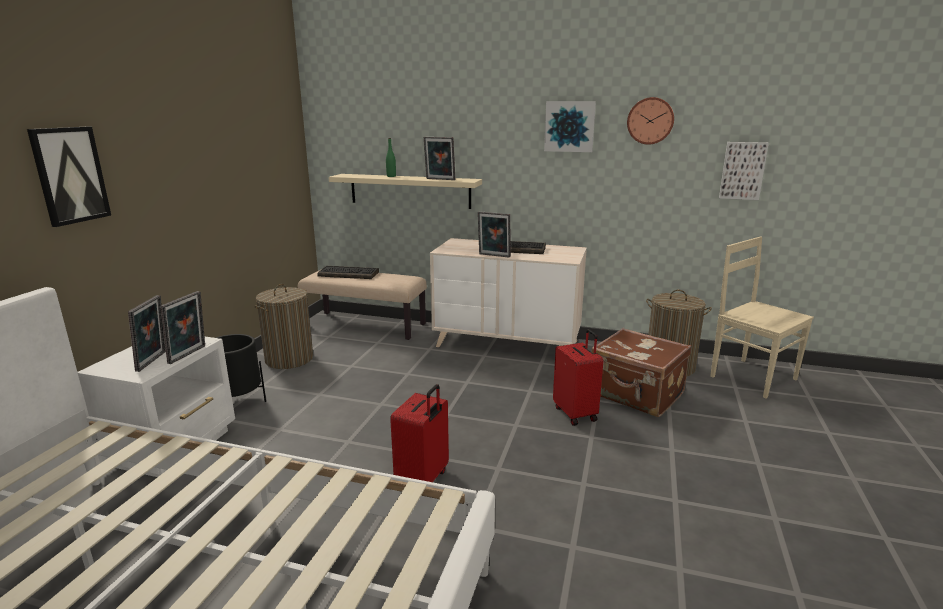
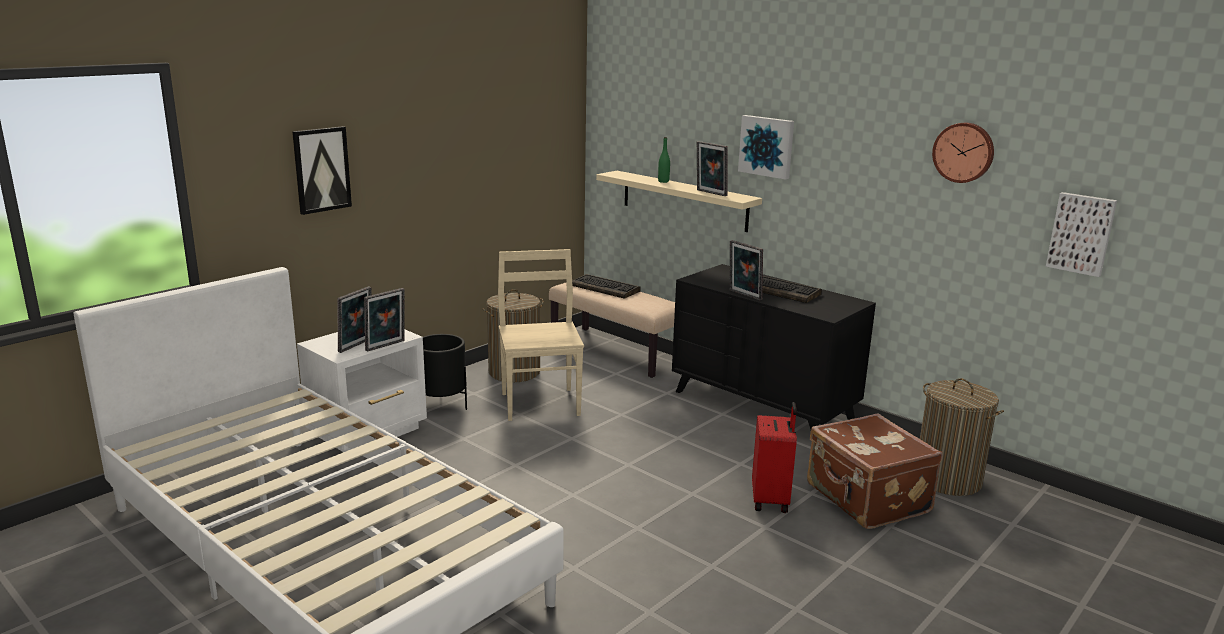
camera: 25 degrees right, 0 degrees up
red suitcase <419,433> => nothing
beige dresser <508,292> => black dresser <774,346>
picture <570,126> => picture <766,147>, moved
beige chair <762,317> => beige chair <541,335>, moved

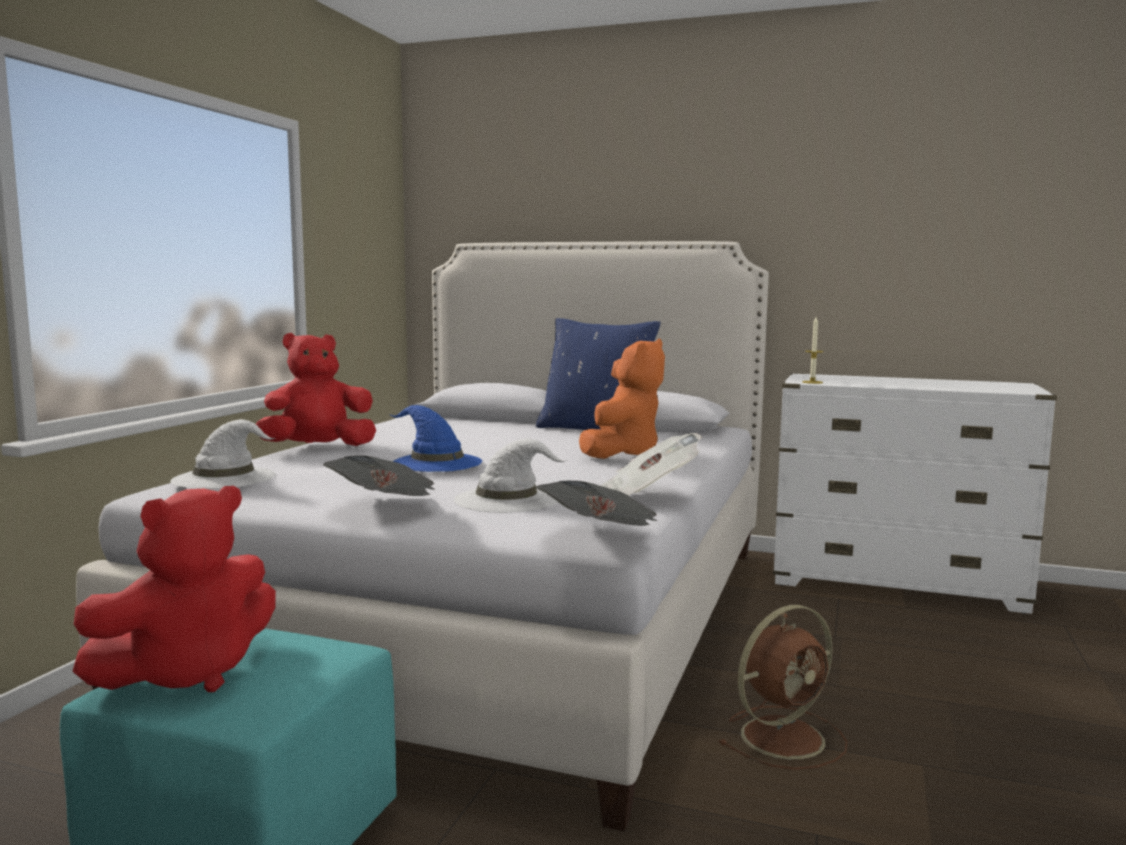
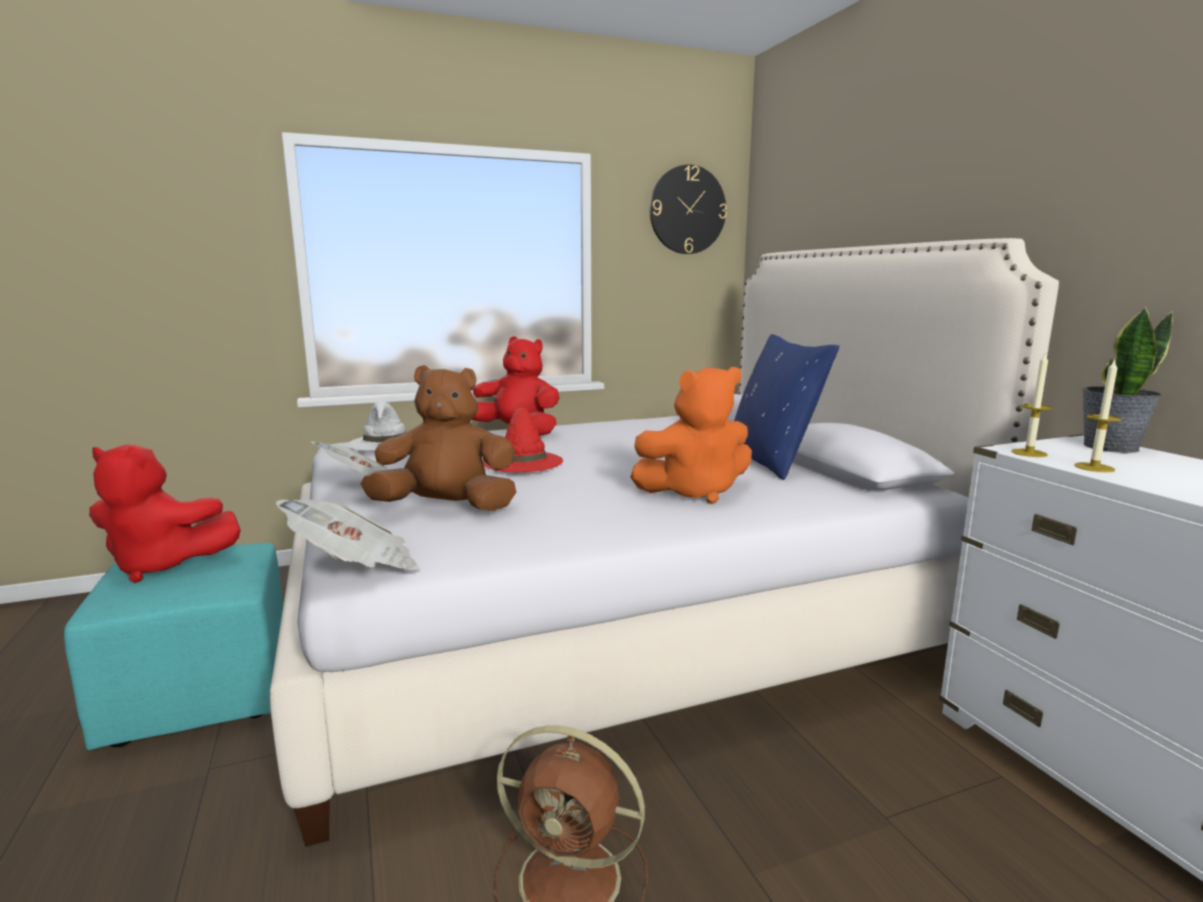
camera: 50 degrees right, 5 degrees up
blue hat <436,438> => red hat <523,440>
white hat <510,475> => brown plush toy <438,438>
newspaper <651,464> => nothing
nothing => wall clock <688,209>
nothing => candle <1098,415>
nothing => potted plant <1127,380>

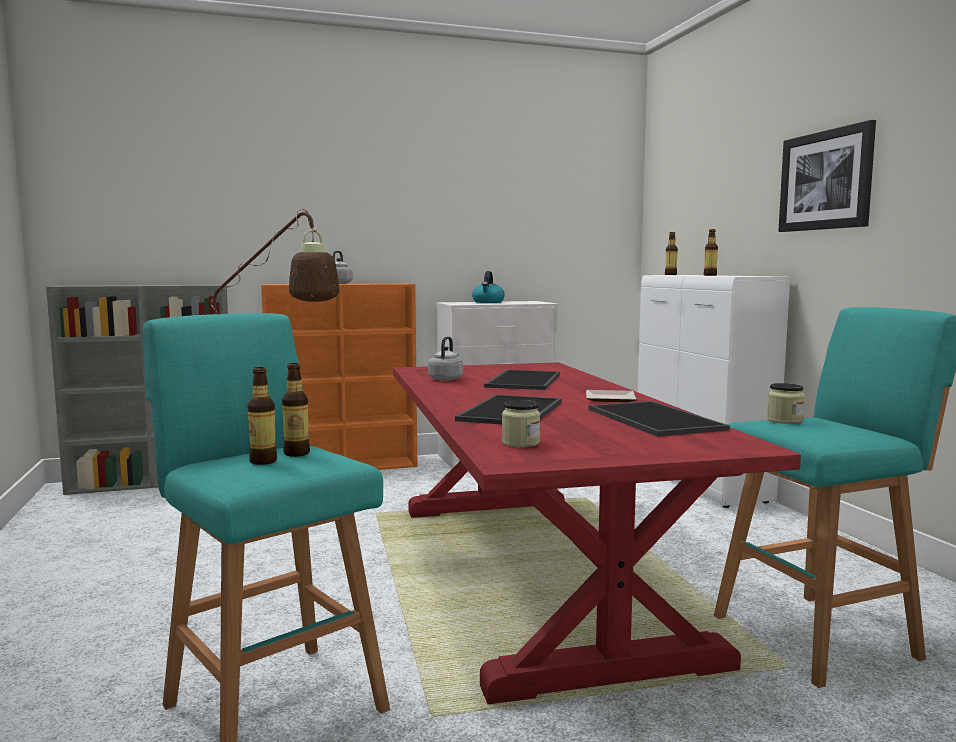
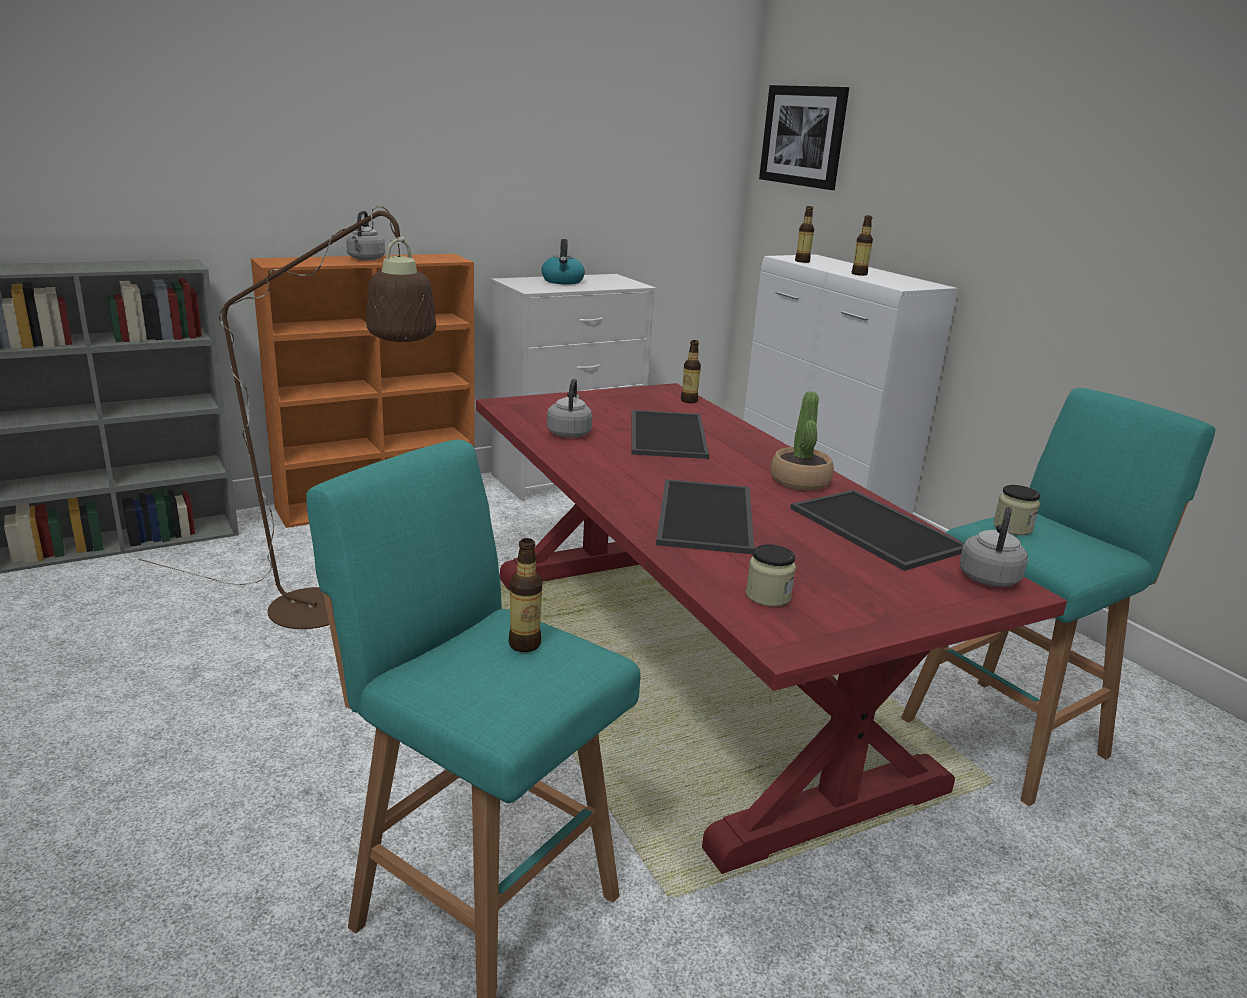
camera: 15 degrees left, 15 degrees up
bottle <262,416> => bottle <691,371>, moved
plate <611,396> => potted plant <802,441>
picture <827,176> => picture <804,137>, moved
nothing => grey kettle <994,547>

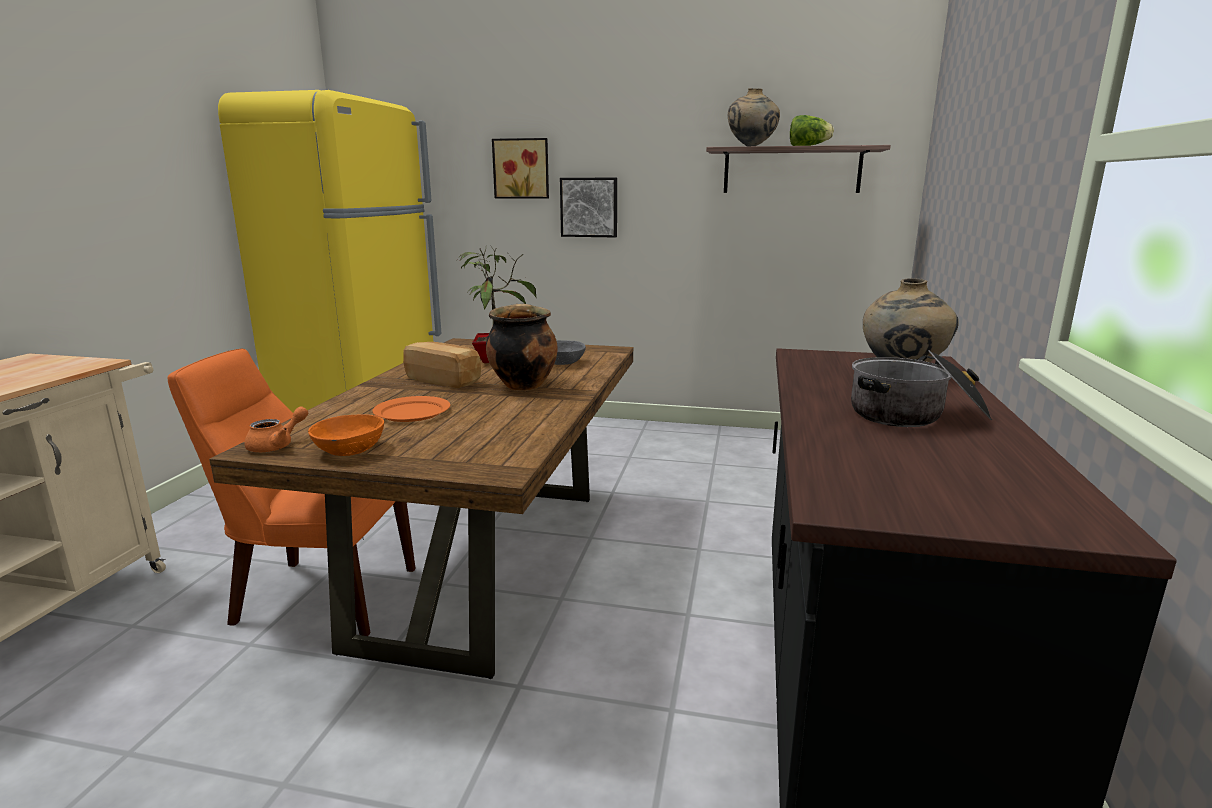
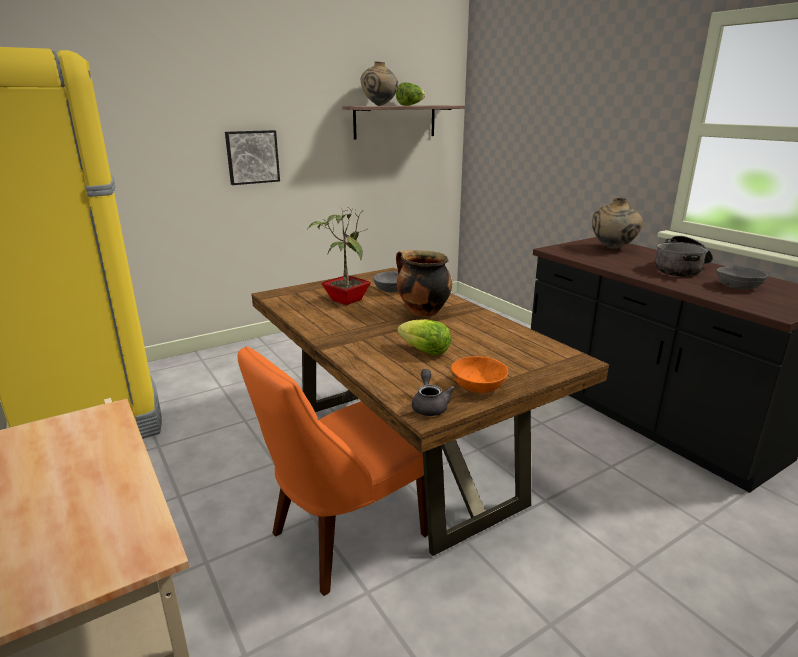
camera: 45 degrees left, 5 degrees up
orange teapot <276,429> => grey teapot <433,392>
orange plate <411,409> => lettuce <424,337>
bread <442,365> => nothing
picture <520,168> => nothing
nothing => grey bowl <742,277>

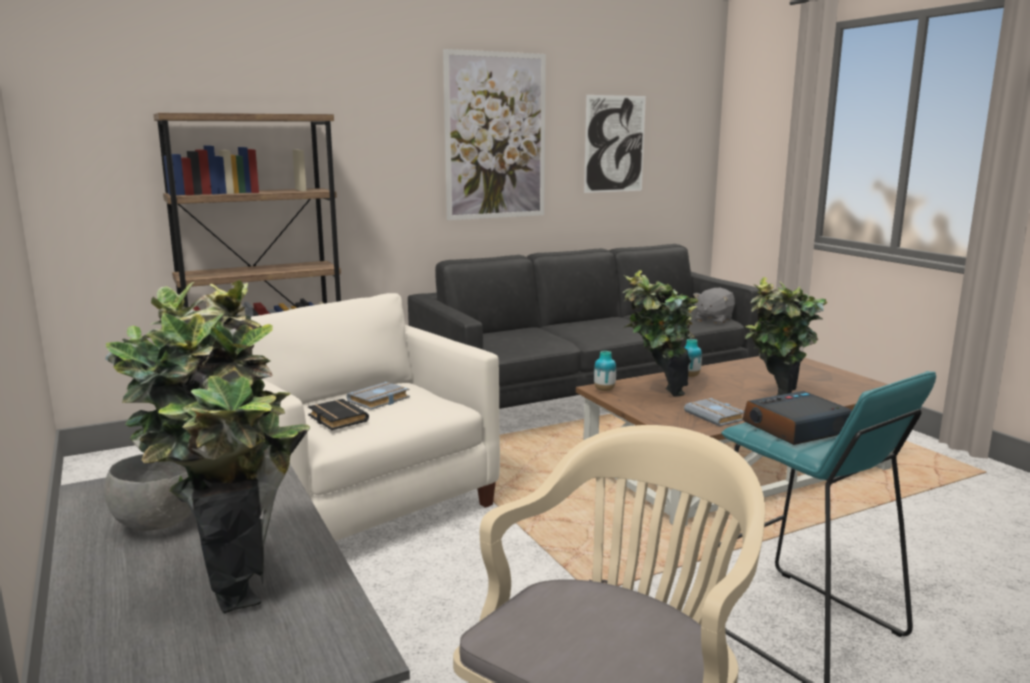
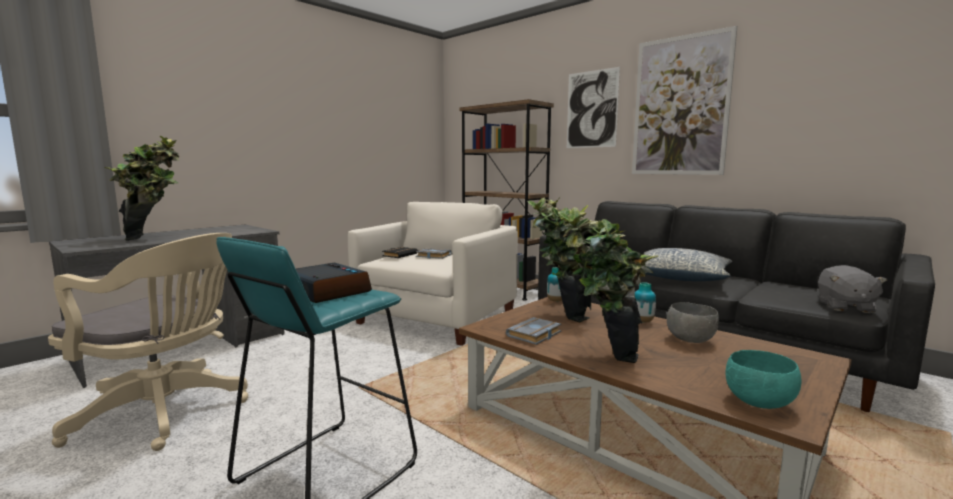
camera: 70 degrees right, 5 degrees down
grey bowl <148,492> => grey bowl <693,322>, moved
picture <615,144> => picture <593,107>, moved
grey plush toy <714,306> => grey plush toy <852,289>, 90 degrees counterclockwise
nothing => pillow <688,264>
nothing => turquoise bowl <764,379>

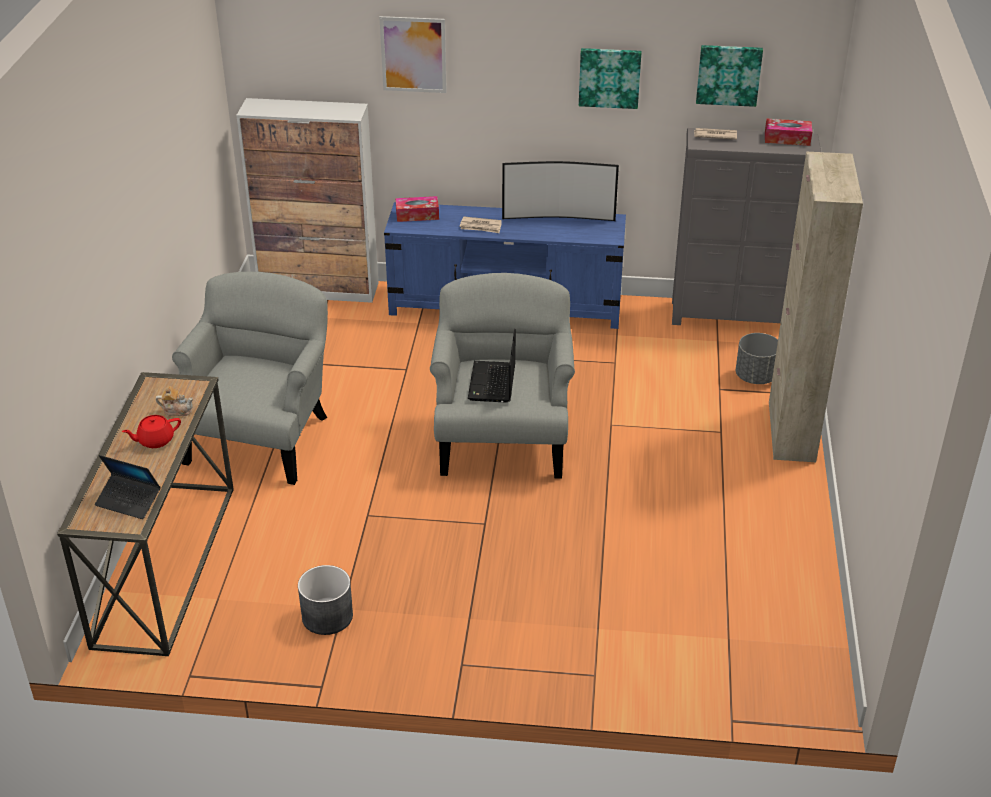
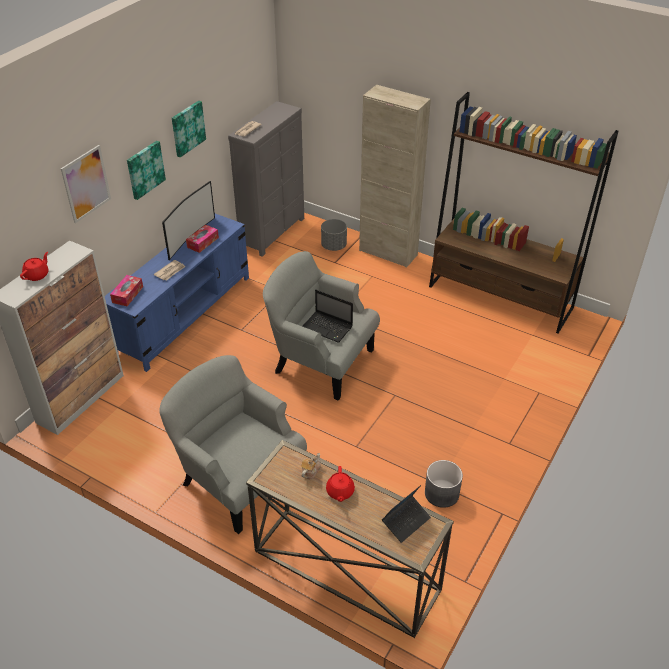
camera: 65 degrees left, 5 degrees up
picture <729,76> => picture <146,170>, moved
tissue box <788,132> => tissue box <202,239>, moved
nothing => red teapot <34,266>
nothing => brown bookcase <524,213>

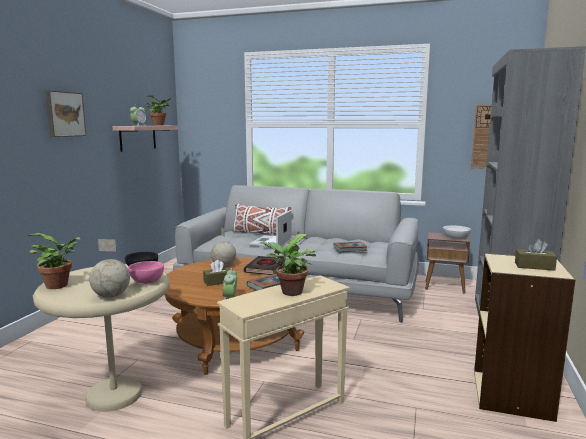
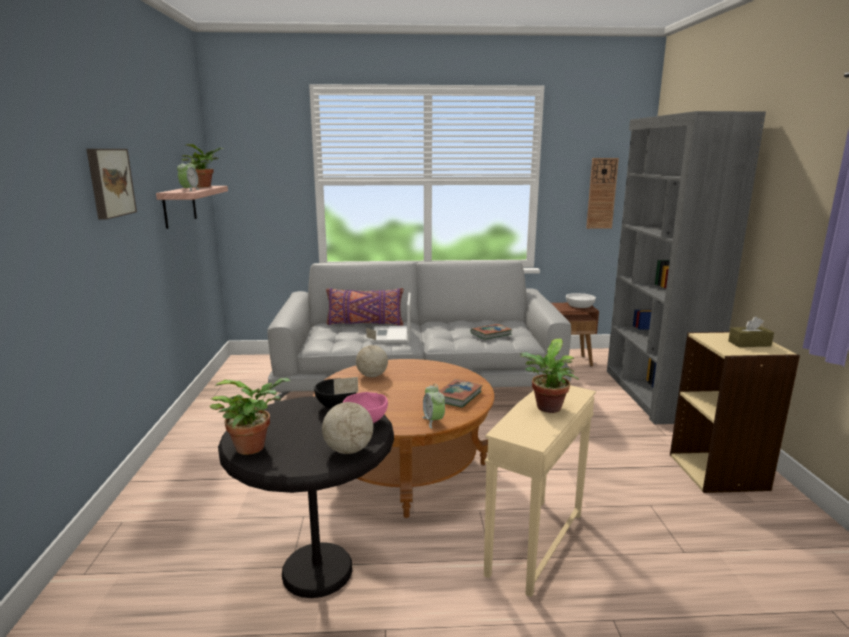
camera: 20 degrees left, 5 degrees up
beige side table <101,338> => black side table <306,497>
brown tissue box <217,273> => nothing
white pillow <261,219> => purple pillow <365,307>
black book <265,265> => nothing

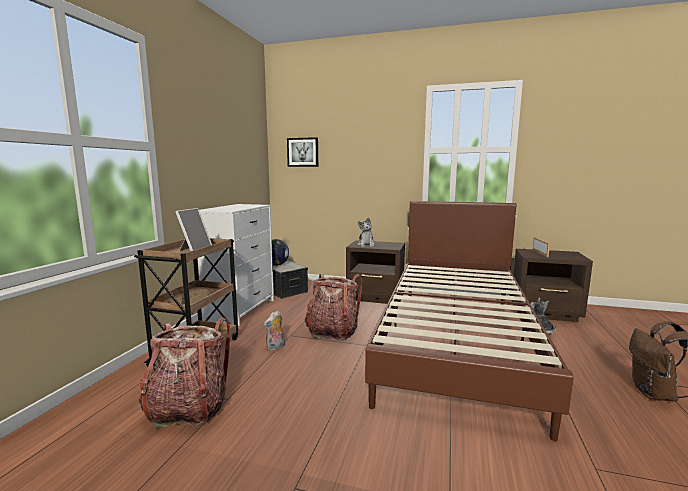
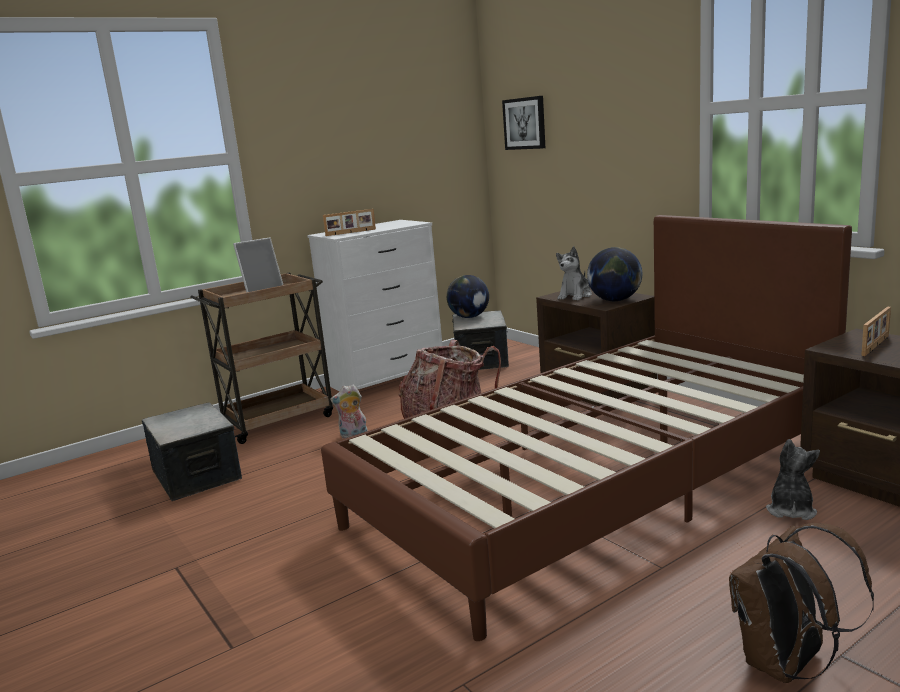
camera: 40 degrees right, 5 degrees up
backpack <184,372> => storage box <192,452>
nothing => picture frame <349,222>
nothing => globe <614,274>

